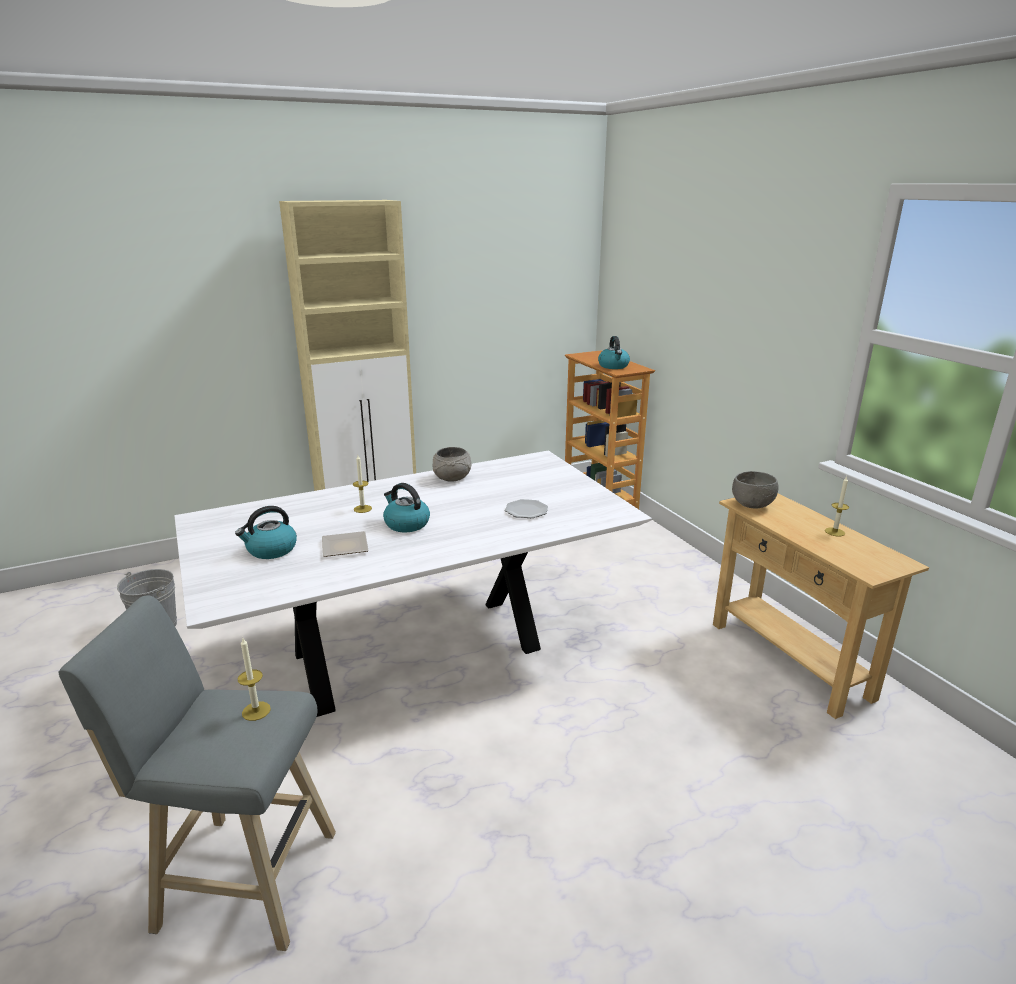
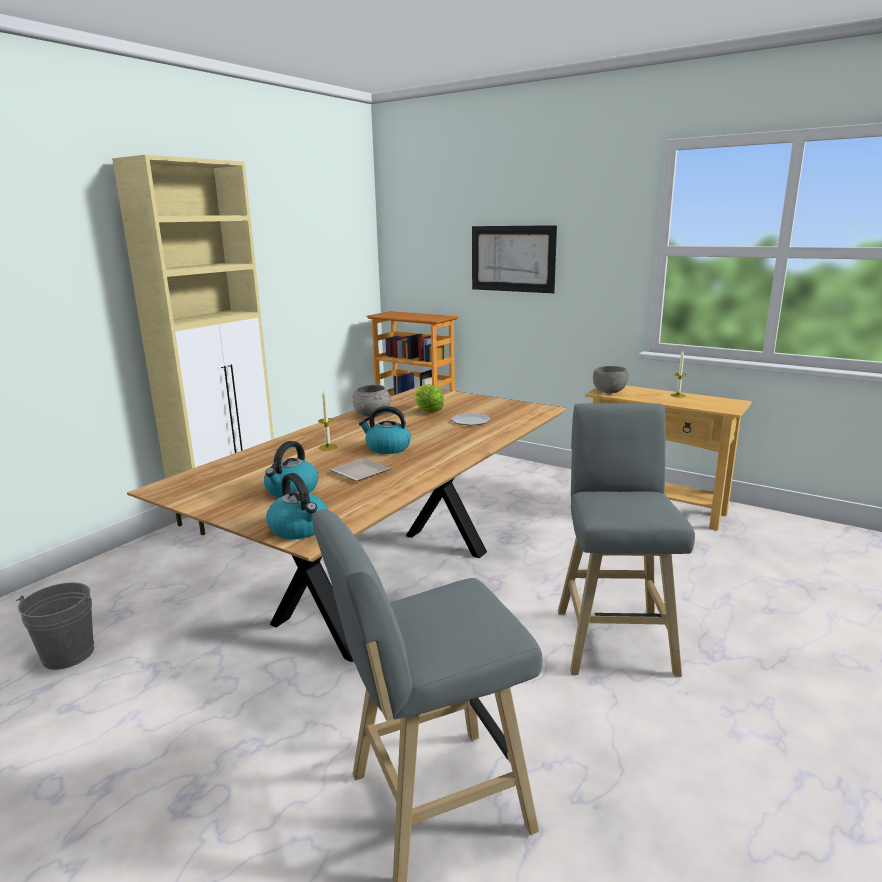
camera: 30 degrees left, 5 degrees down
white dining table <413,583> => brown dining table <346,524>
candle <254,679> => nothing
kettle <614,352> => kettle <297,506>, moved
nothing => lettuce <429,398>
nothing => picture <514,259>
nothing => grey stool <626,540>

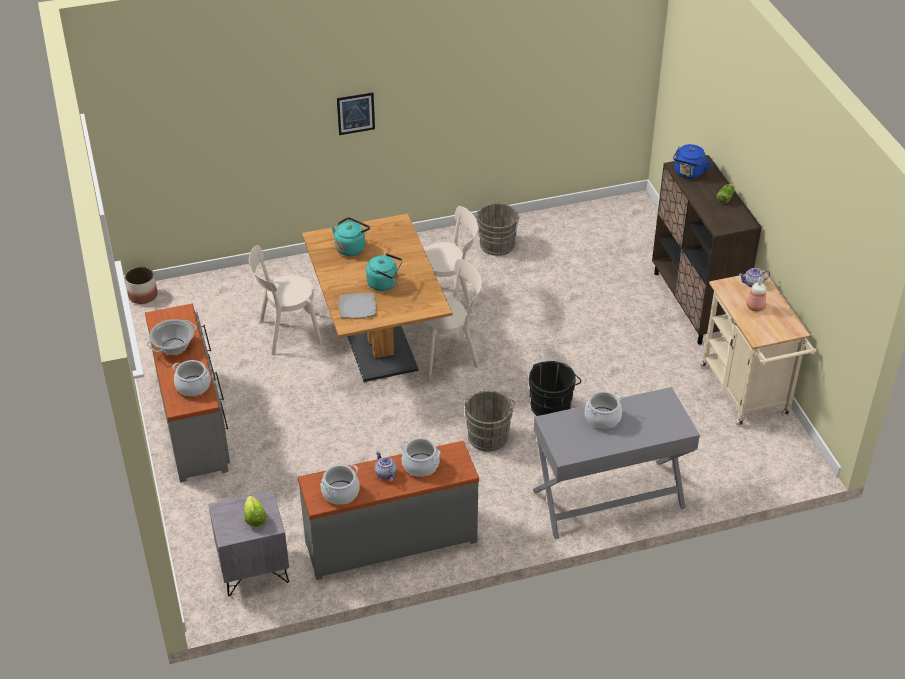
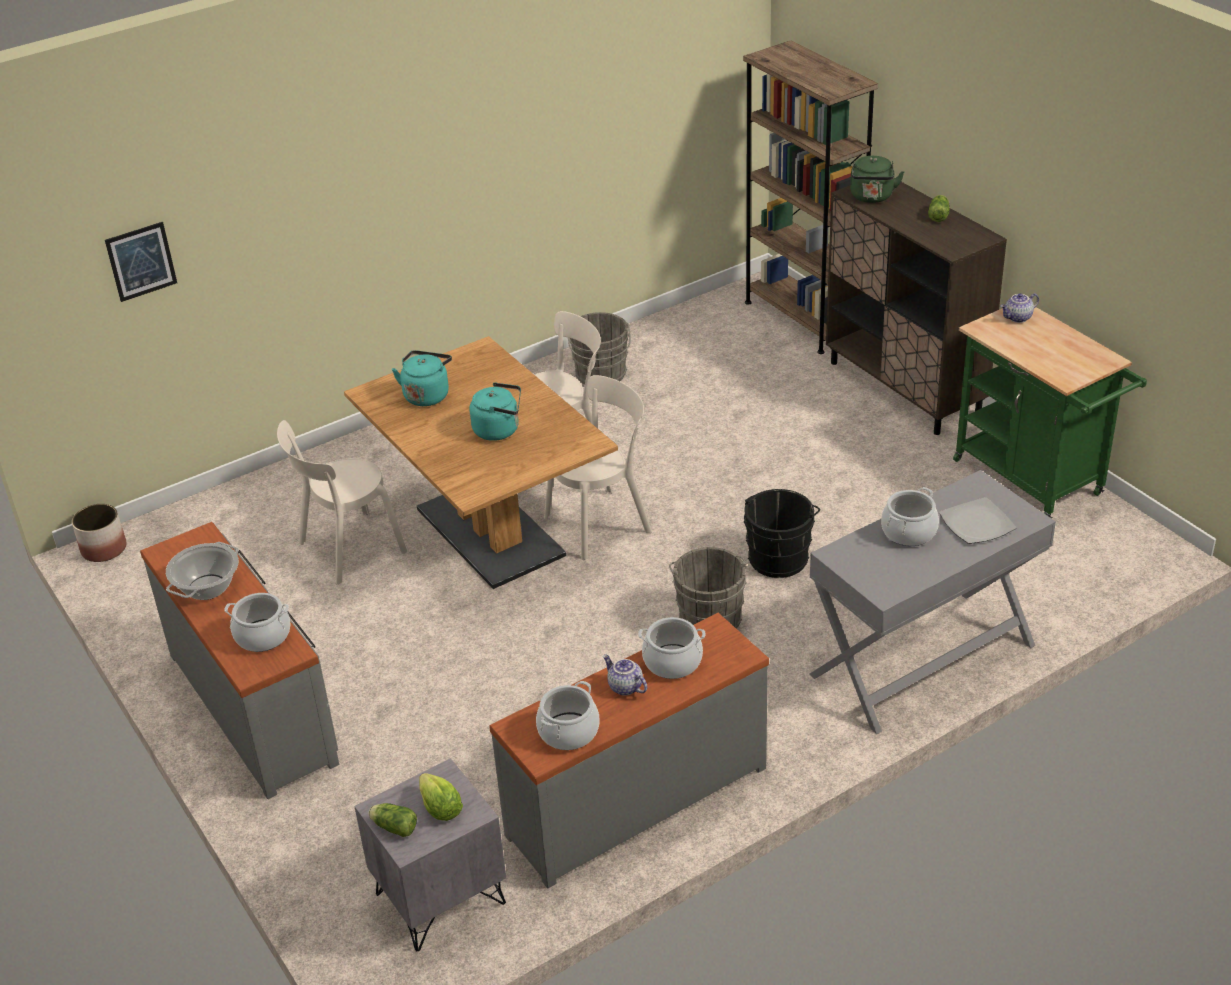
camera: 15 degrees left, 5 degrees down
picture <356,113> => picture <141,262>, moved
plate <357,305> => plate <977,520>, moved
blue kettle <692,161> => green kettle <877,179>
beige cart <758,348> => green cart <1050,412>
bottle <756,294> => nothing
nothing => lettuce <392,820>
nothing => brown bookcase <810,197>

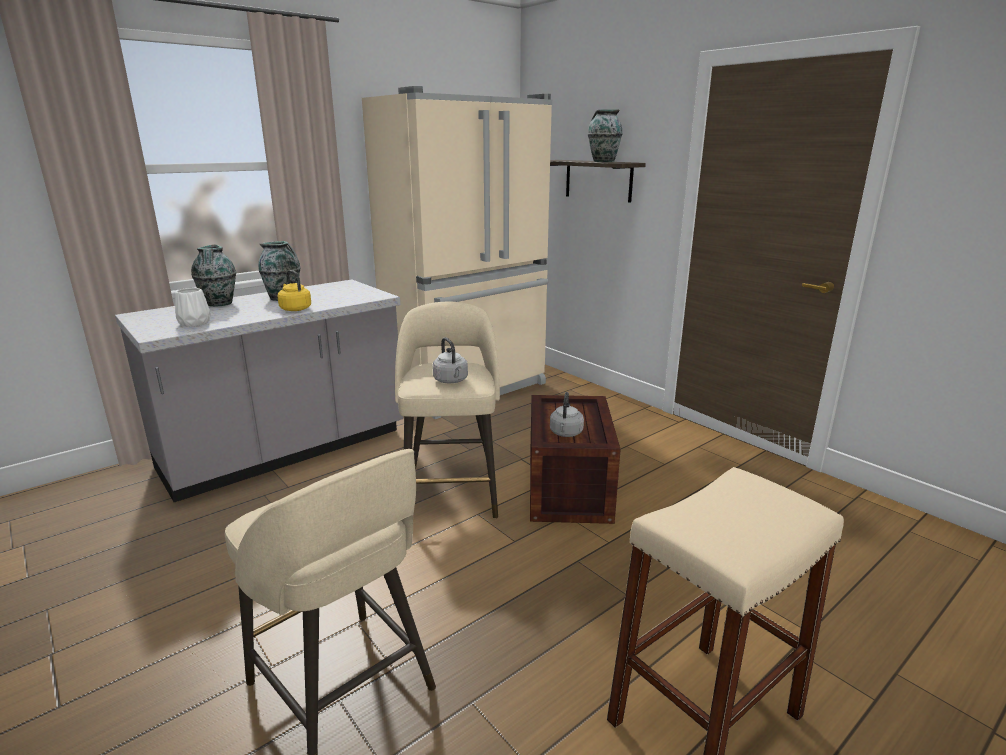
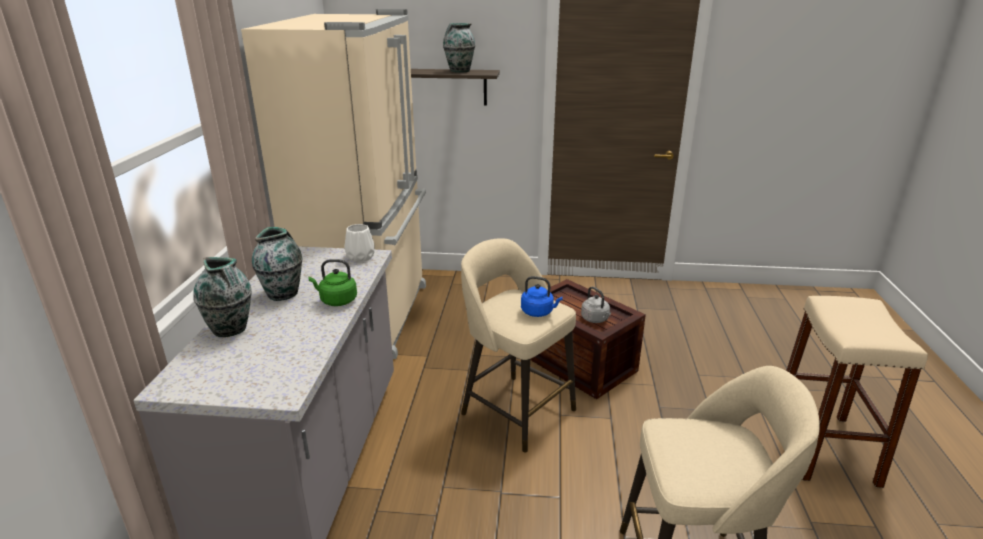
camera: 45 degrees left, 5 degrees up
white vase <193,307> => white vase <359,243>, moved
yellow kettle <294,290> => green kettle <333,282>
grey kettle <450,360> => blue kettle <542,296>

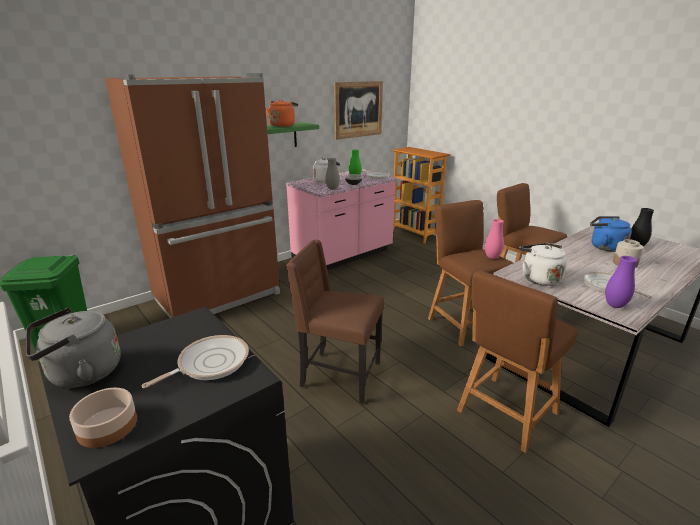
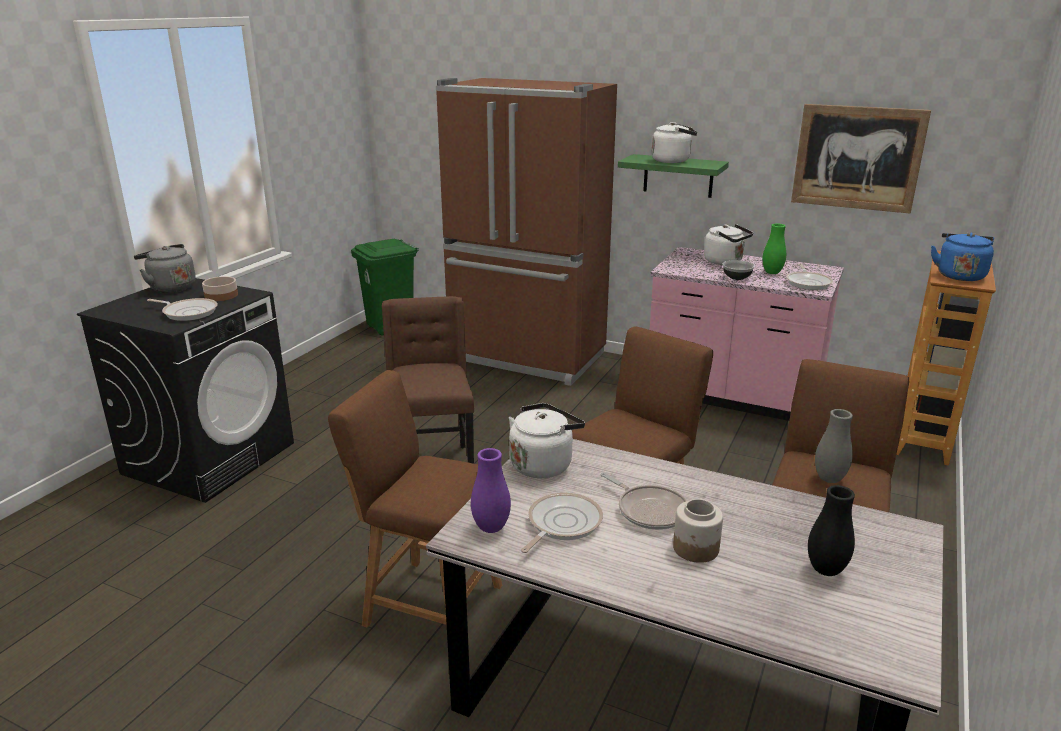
camera: 65 degrees right, 0 degrees up
bowl <103,418> => bowl <220,288>, moved
orange kettle <282,113> => white kettle <674,142>
grey vase <332,174> => grey vase <834,446>, moved
pink vase <494,239> => nothing
blue kettle <611,234> => blue kettle <962,256>, moved
nothing => frying pan <643,501>

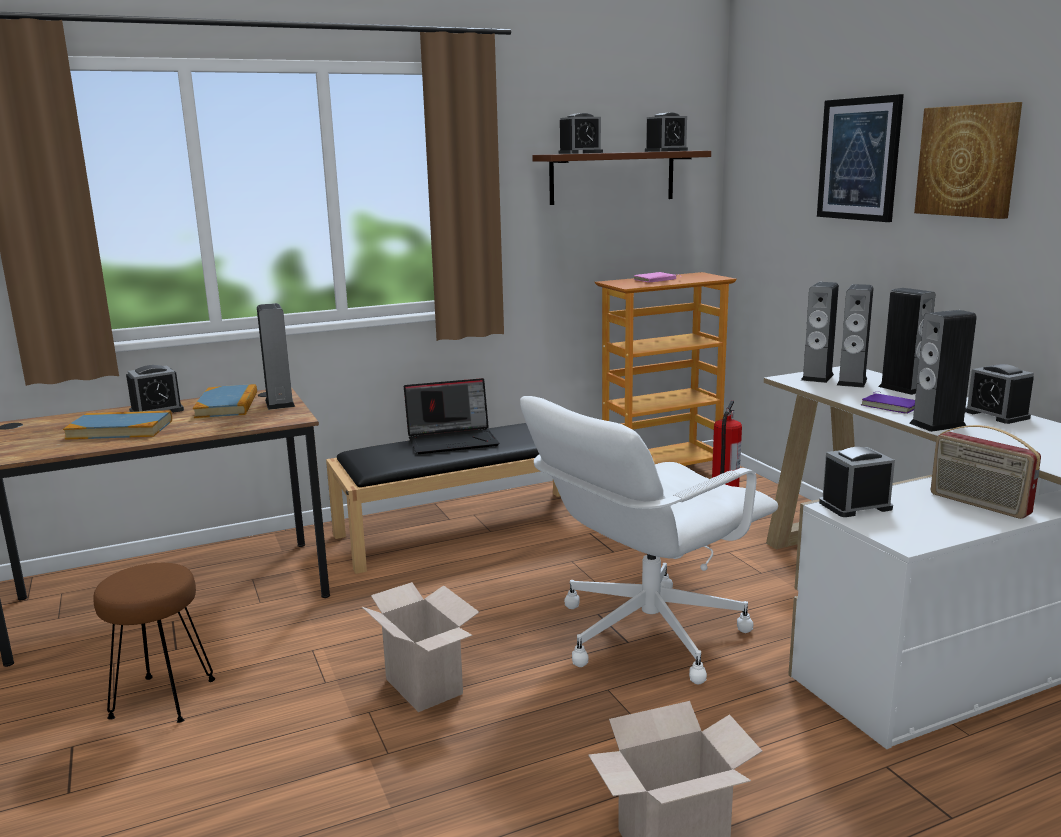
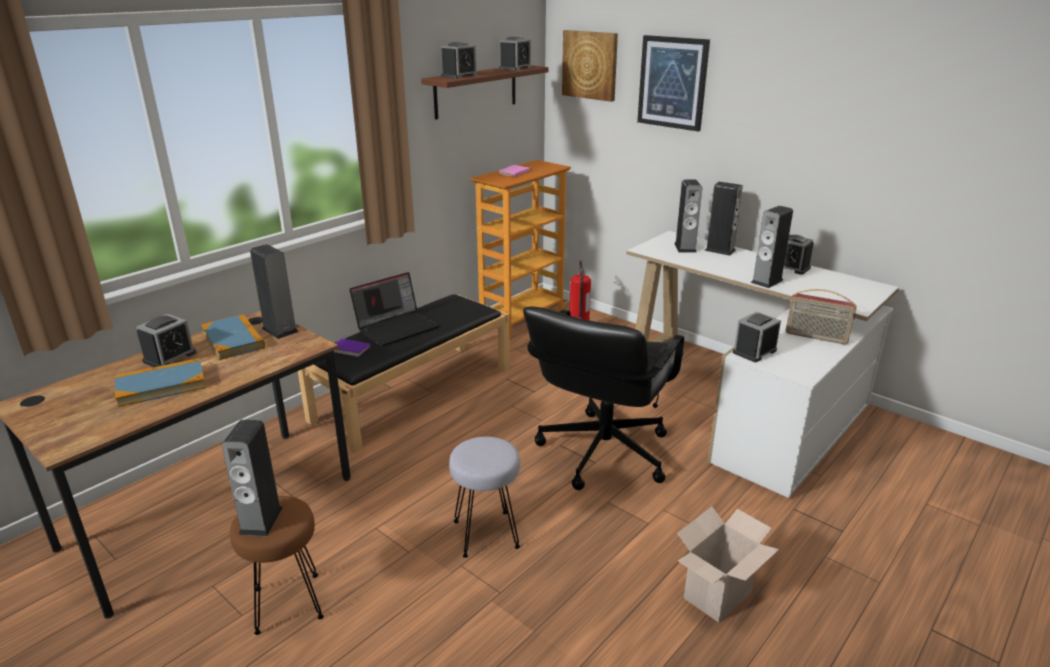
camera: 25 degrees left, 10 degrees up
cardboard box <420,647> => grey stool <484,497>
white office chair <649,540> => black office chair <603,398>
speaker <820,332> => speaker <252,478>, moved
purple book <888,403> => purple book <352,346>, moved
picture <968,160> => picture <590,66>, moved

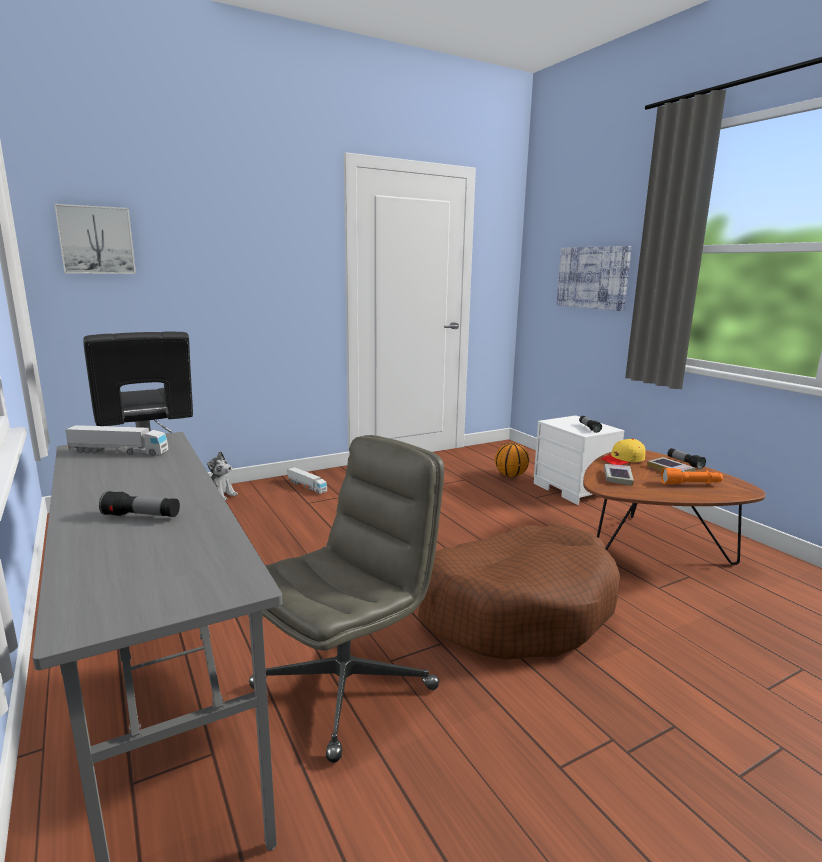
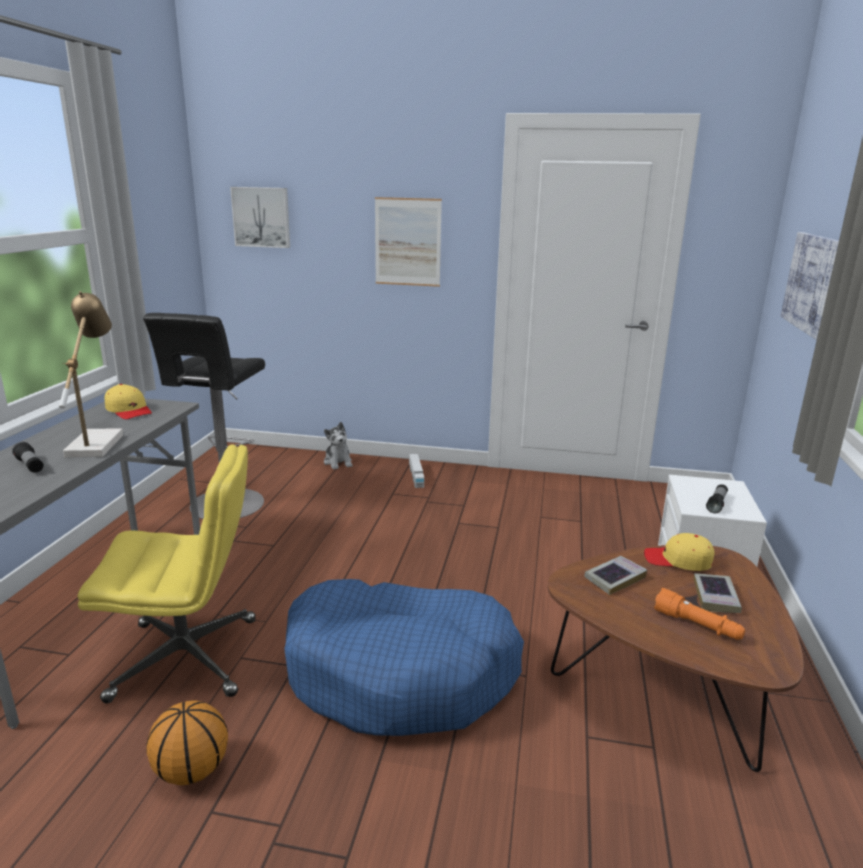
camera: 40 degrees right, 5 degrees up
toy truck <116,440> => yellow cap <128,401>
grey office chair <346,599> => yellow office chair <166,573>
brown dog bed <519,592> => blue dog bed <404,657>
basketball <512,460> => basketball <187,742>, moved
flashlight <686,458> => nothing
nothing => table lamp <91,374>
nothing => picture <408,242>

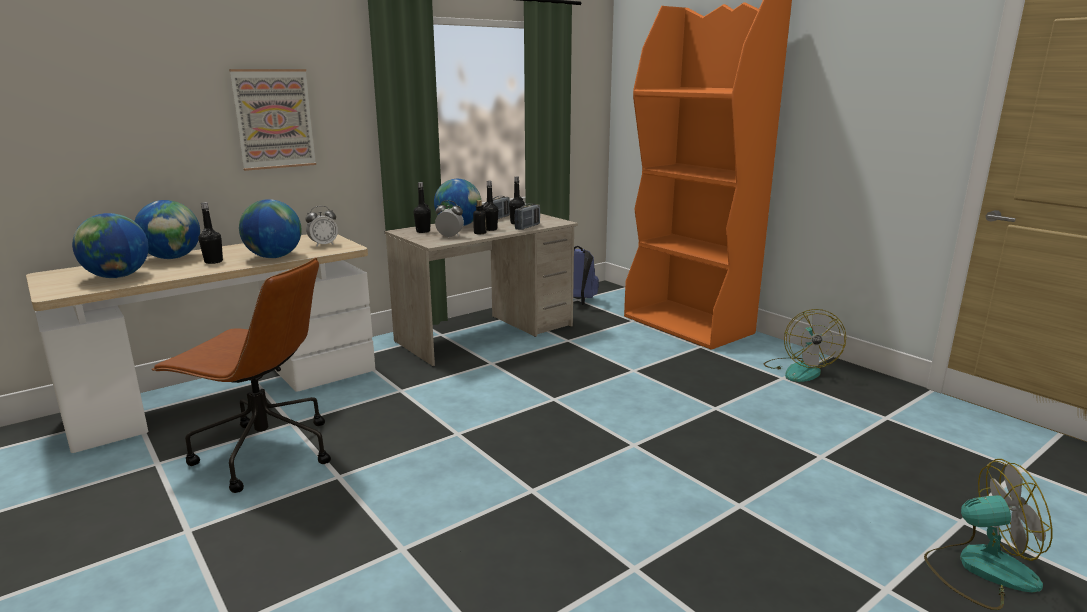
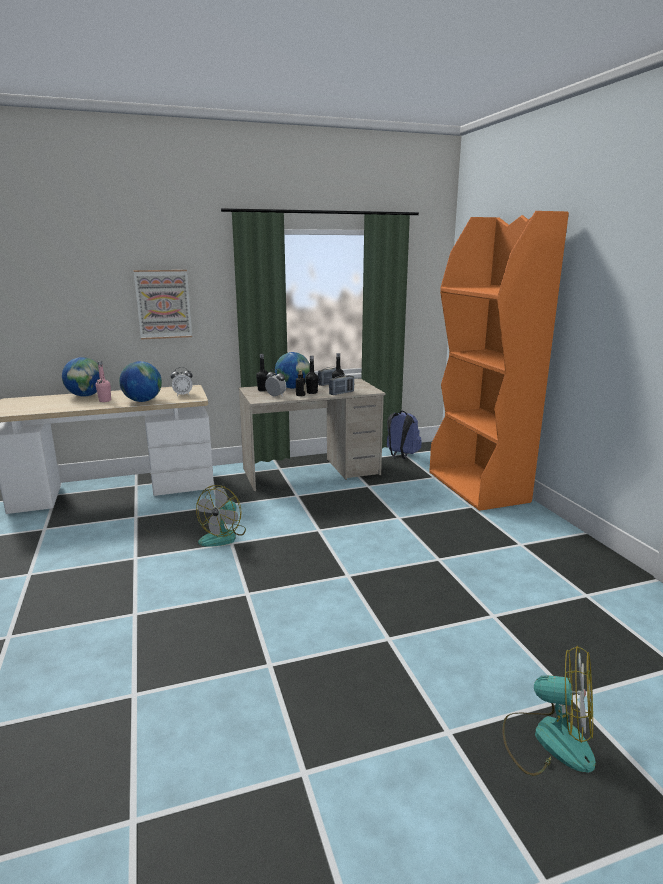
camera: 20 degrees right, 0 degrees up
globe <110,245> => nothing
brown office chair <241,375> => nothing
black bottle <210,233> => pink bottle <103,381>
fan <805,345> => fan <221,516>, moved

